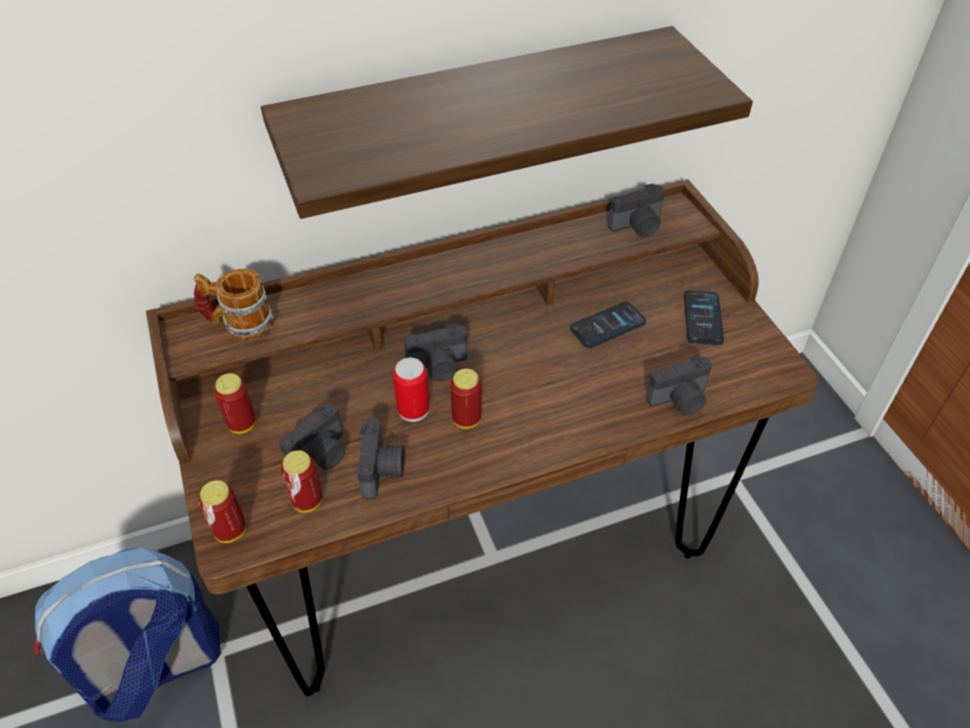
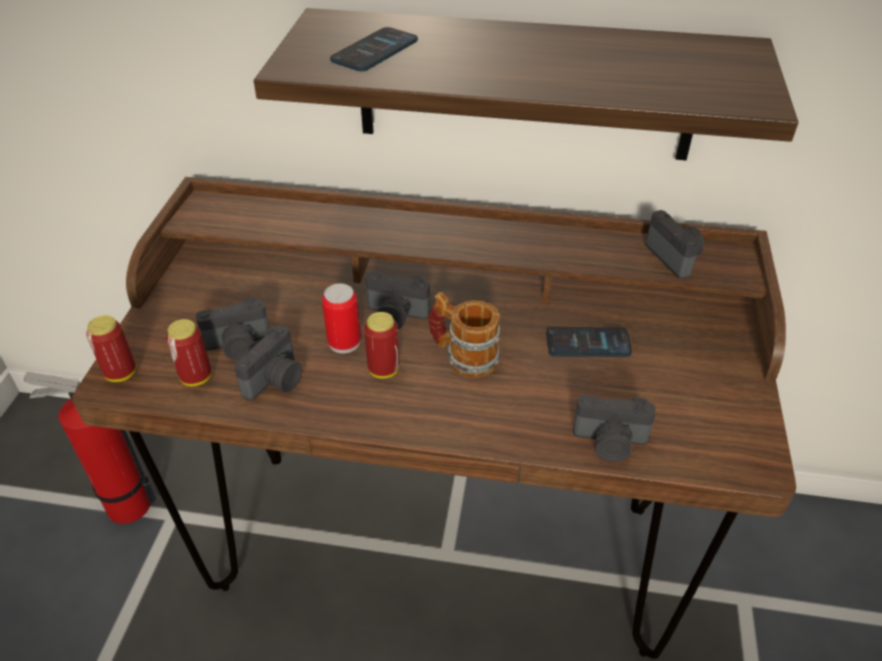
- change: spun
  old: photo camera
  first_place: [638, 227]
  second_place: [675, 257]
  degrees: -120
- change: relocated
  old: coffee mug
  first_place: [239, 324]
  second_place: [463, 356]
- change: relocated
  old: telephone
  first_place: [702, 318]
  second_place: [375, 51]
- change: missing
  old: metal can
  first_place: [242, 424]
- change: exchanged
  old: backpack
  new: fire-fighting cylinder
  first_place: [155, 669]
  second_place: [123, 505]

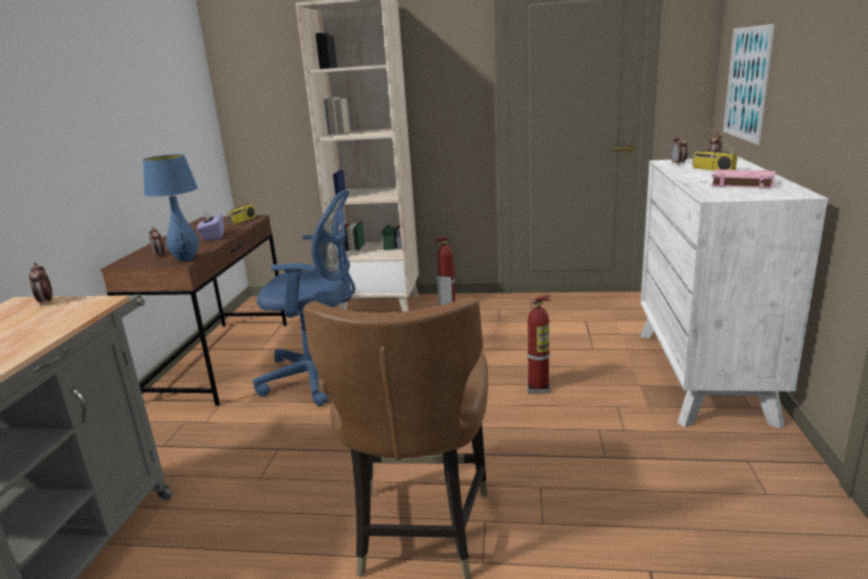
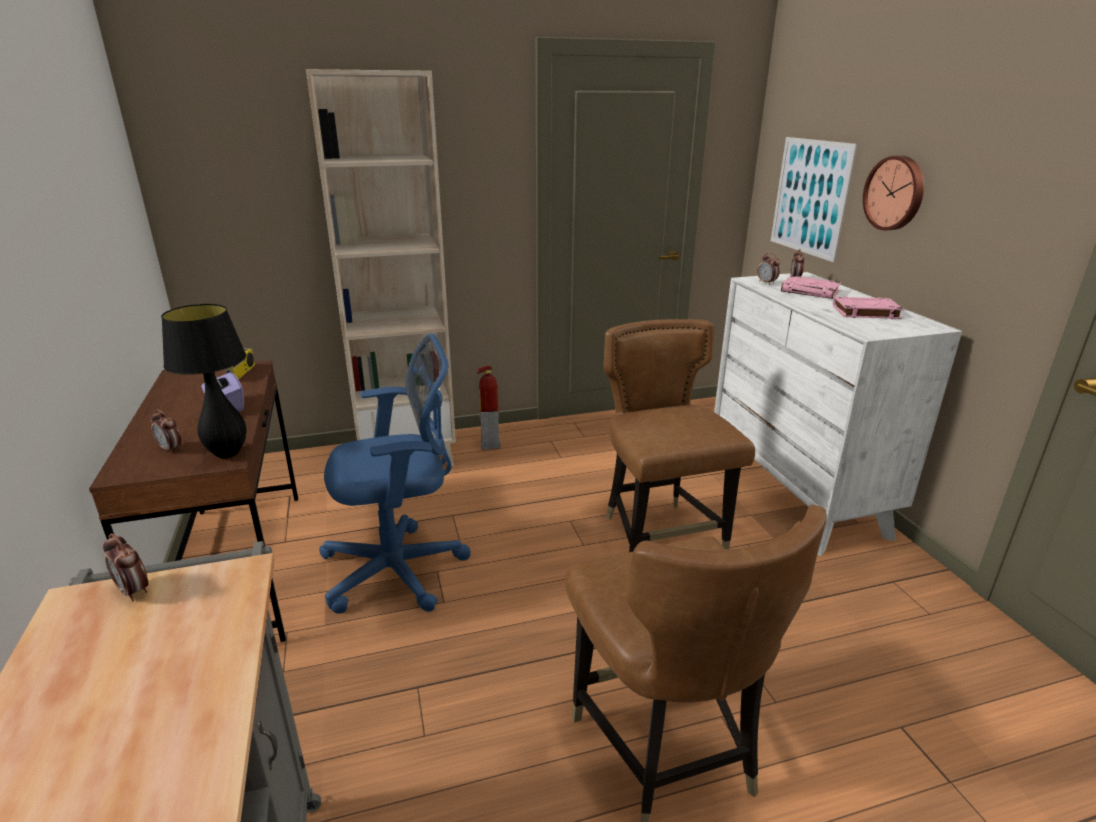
- change: exchanged
  old: radio
  new: pinkish volume
  first_place: [712, 169]
  second_place: [810, 291]
- change: colour
  old: blue-coloured tabletop lamp
  new: black-coloured tabletop lamp
  first_place: [186, 259]
  second_place: [228, 453]
- change: exchanged
  old: fire-fighting cylinder
  new: brown plain chair
  first_place: [539, 388]
  second_place: [661, 536]
- change: appeared
  new: clock on the wall
  second_place: [895, 193]

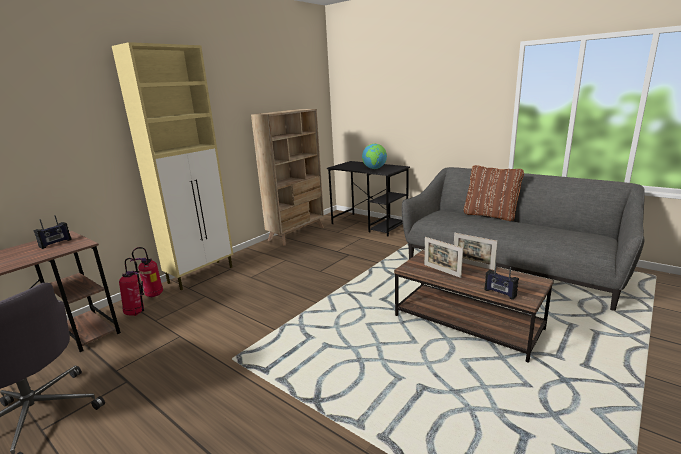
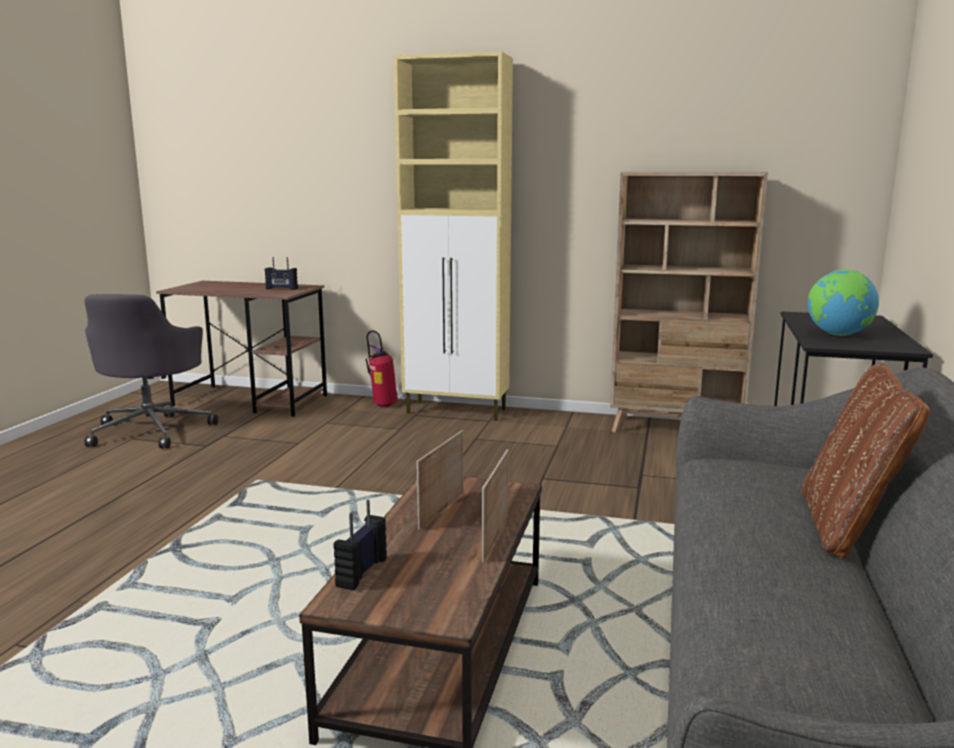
- change: missing
  old: fire-fighting cylinder
  first_place: [137, 313]

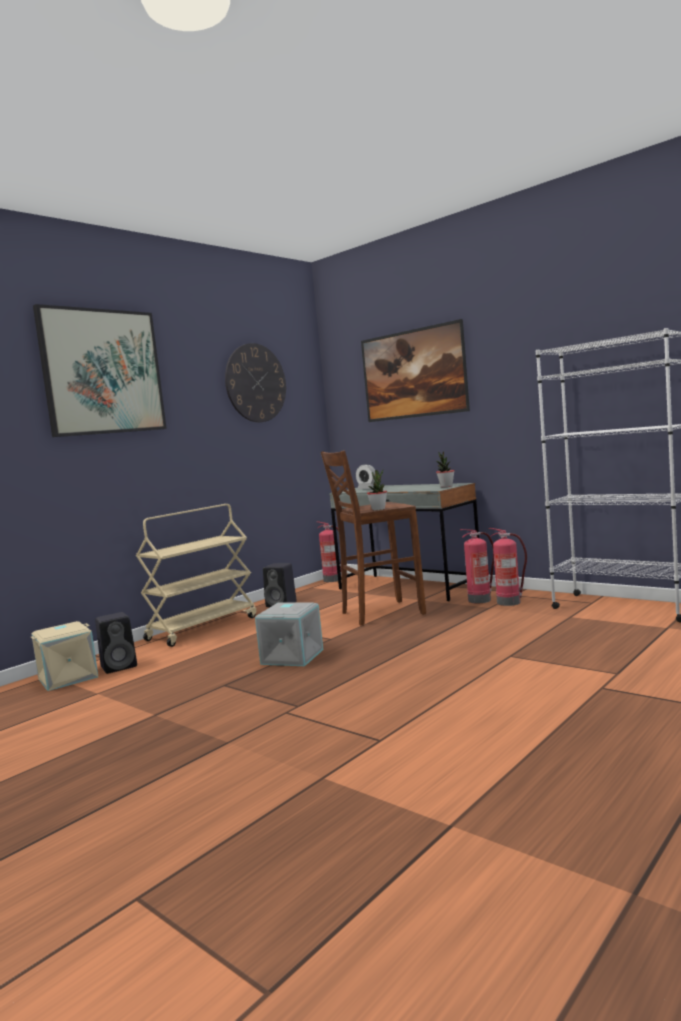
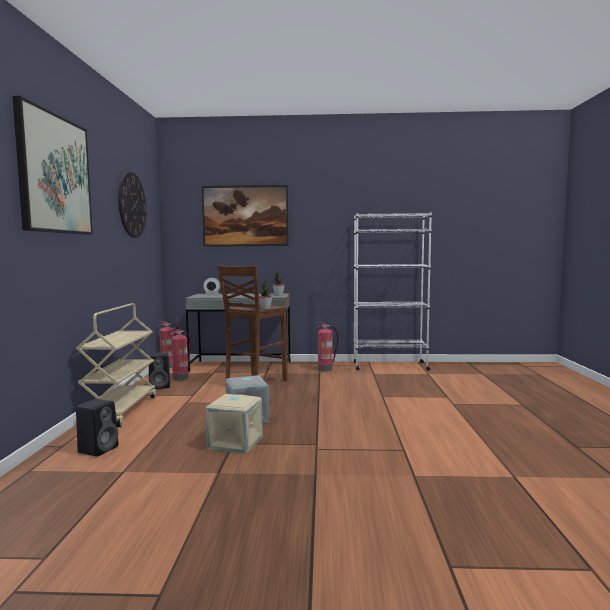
- change: relocated
  old: fire-fighting cylinder
  first_place: [480, 600]
  second_place: [181, 378]
- change: relocated
  old: sand-coloured storage bin
  first_place: [67, 678]
  second_place: [236, 443]

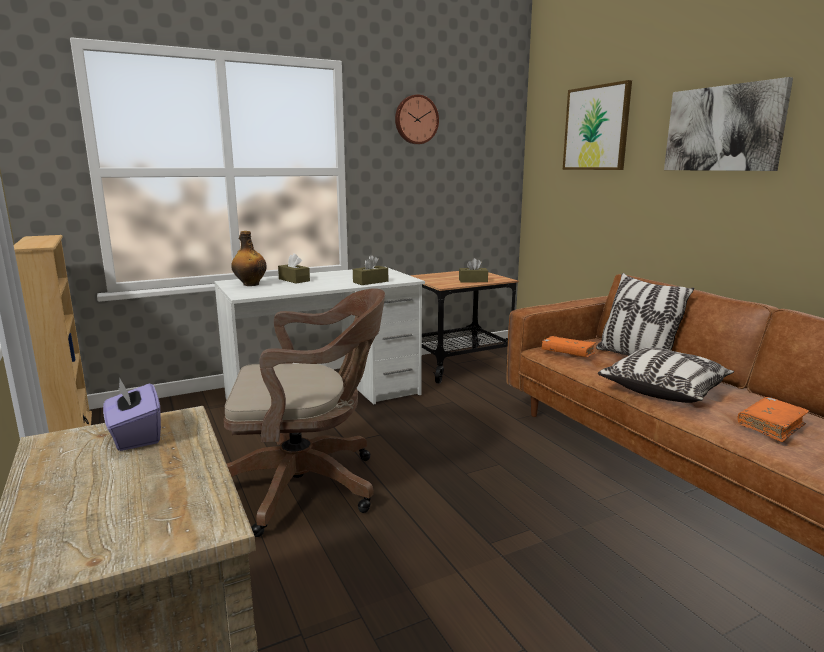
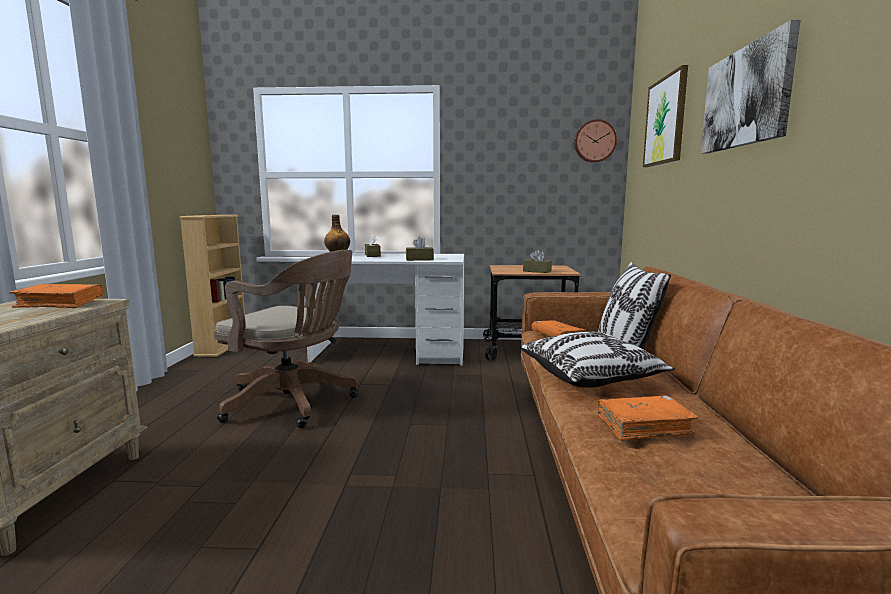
- change: relocated
  old: clock on the wall
  first_place: [416, 119]
  second_place: [594, 141]
- change: exchanged
  old: purplish tissue holder
  new: orangey volume
  first_place: [135, 436]
  second_place: [60, 304]

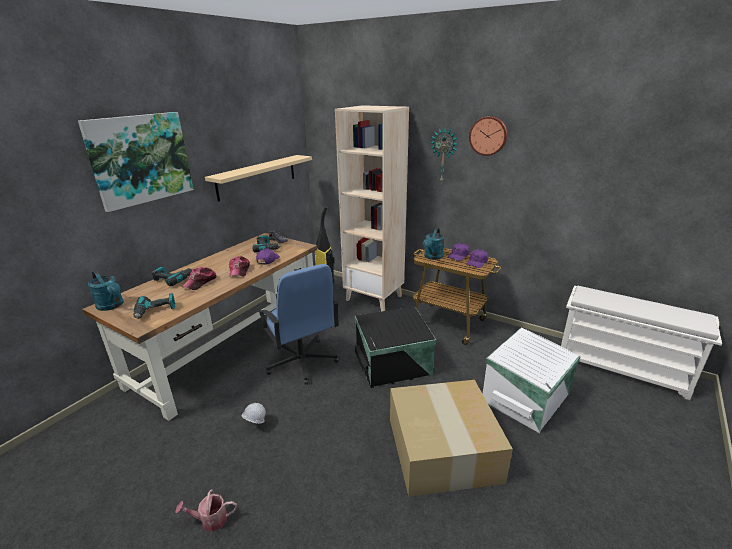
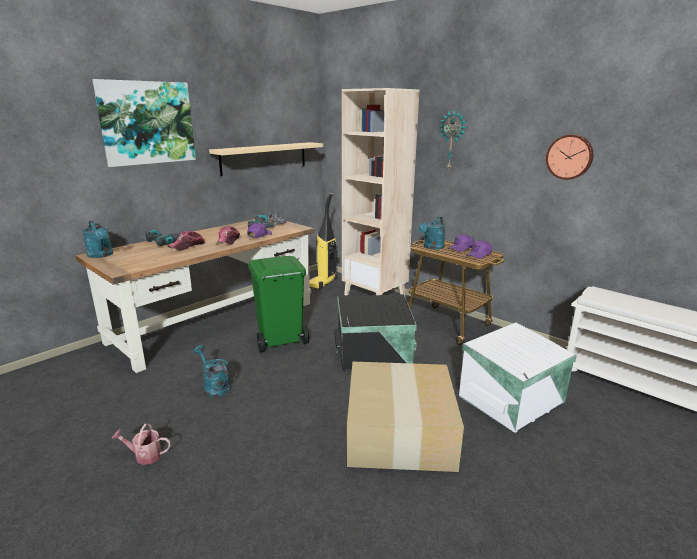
- change: relocated
  old: clock on the wall
  first_place: [488, 136]
  second_place: [569, 157]
- change: exchanged
  old: blue-coloured desk chair
  new: green waste bin
  first_place: [302, 362]
  second_place: [280, 341]
- change: missing
  old: electric drill
  first_place: [155, 311]
- change: exchanged
  old: white-coloured safety helmet
  new: blue-green watering pot
  first_place: [255, 425]
  second_place: [214, 387]

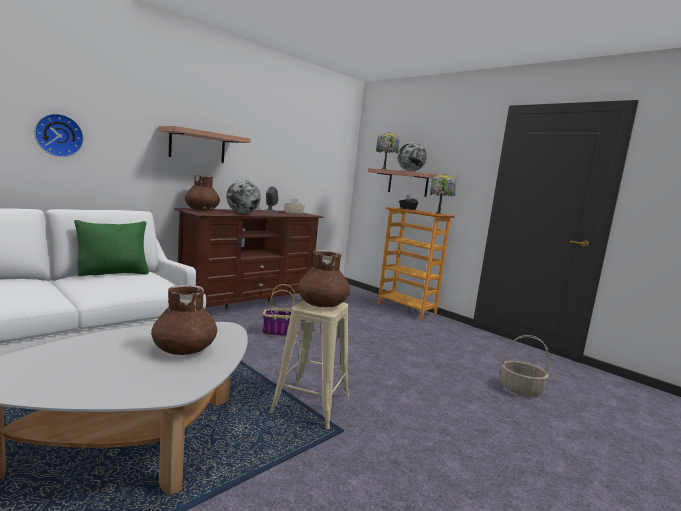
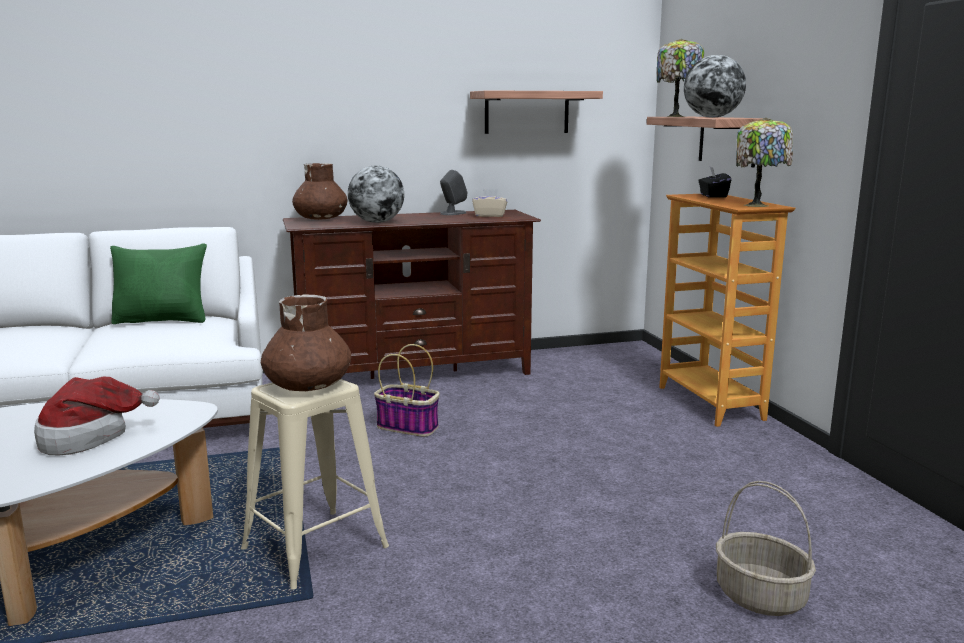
- change: missing
  old: clock on the wall
  first_place: [58, 135]
- change: relocated
  old: wall shelf
  first_place: [197, 146]
  second_place: [527, 112]
- change: exchanged
  old: brown vase
  new: clothing hat
  first_place: [184, 349]
  second_place: [90, 437]

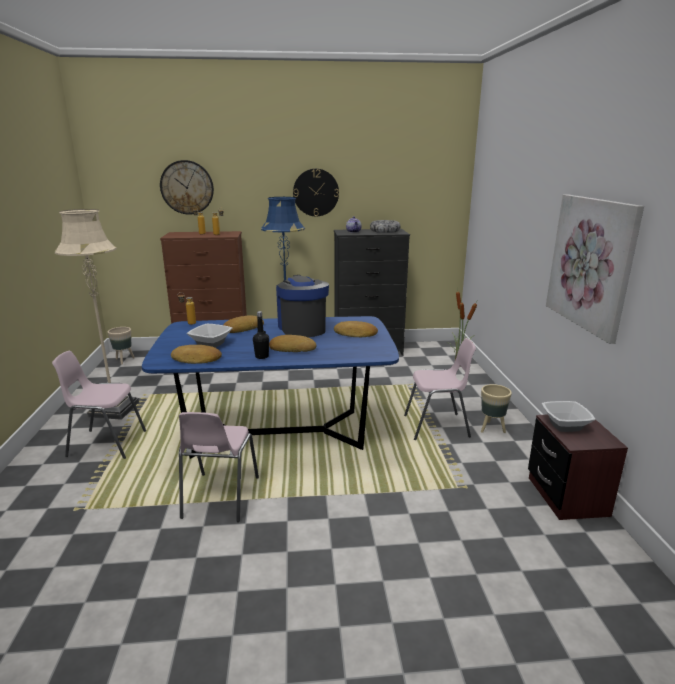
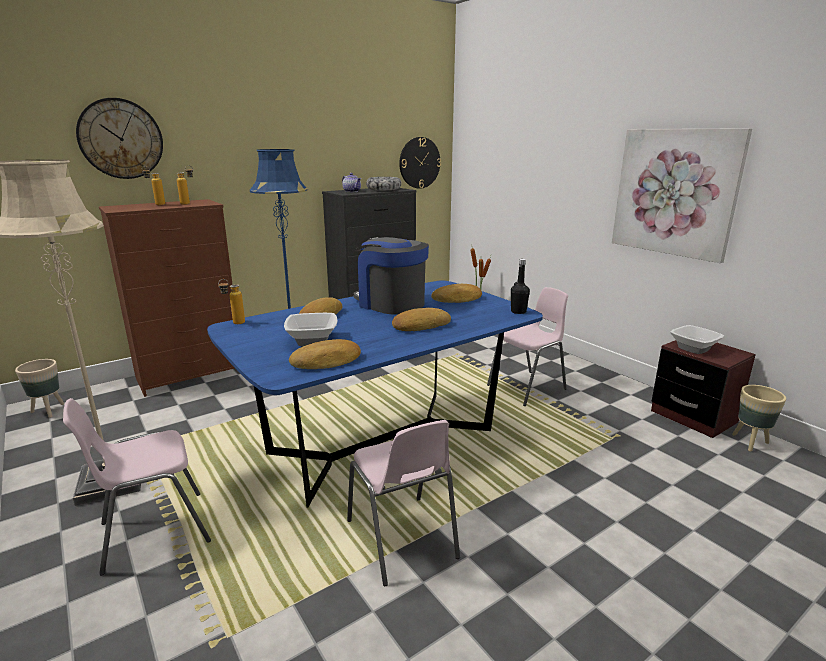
- change: relocated
  old: clock on the wall
  first_place: [316, 192]
  second_place: [419, 163]
- change: relocated
  old: black-coloured bottle
  first_place: [262, 356]
  second_place: [518, 311]
- change: relocated
  old: sand-coloured flower pot
  first_place: [491, 429]
  second_place: [750, 442]

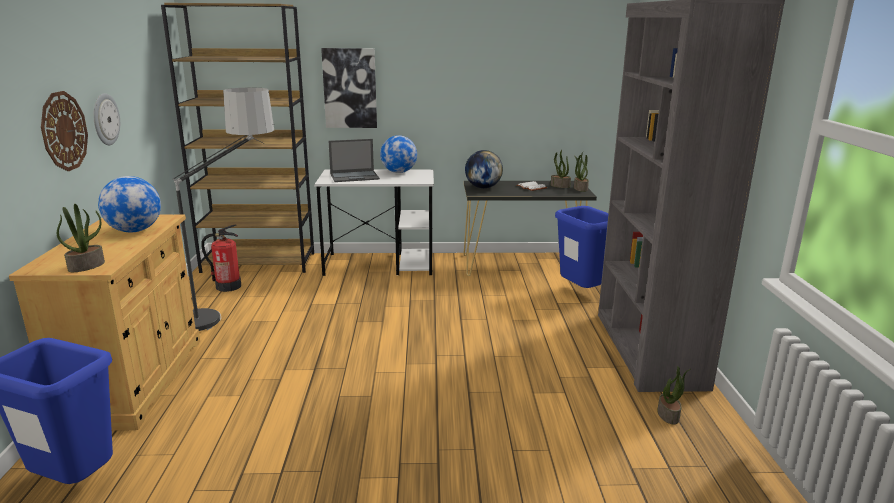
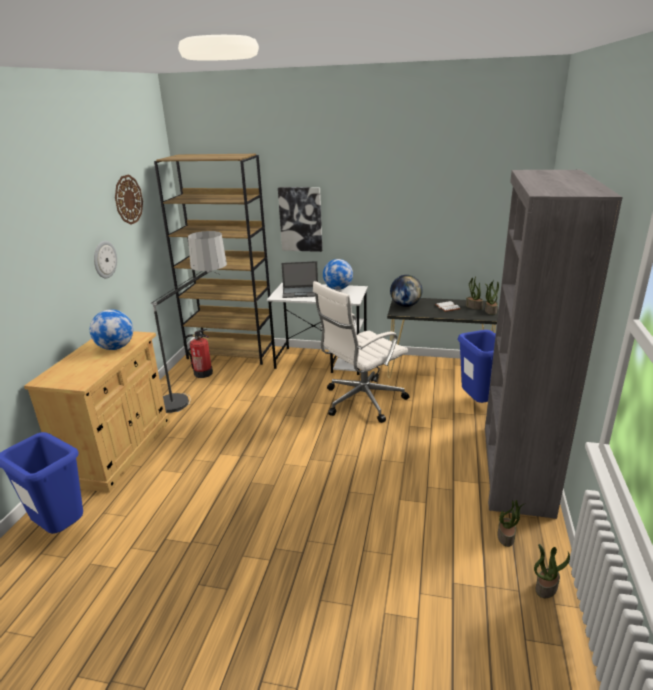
- change: relocated
  old: clock on the wall
  first_place: [64, 131]
  second_place: [128, 199]
- change: relocated
  old: potted plant
  first_place: [86, 266]
  second_place: [546, 587]
- change: appeared
  new: white-coloured desk chair
  second_place: [361, 401]

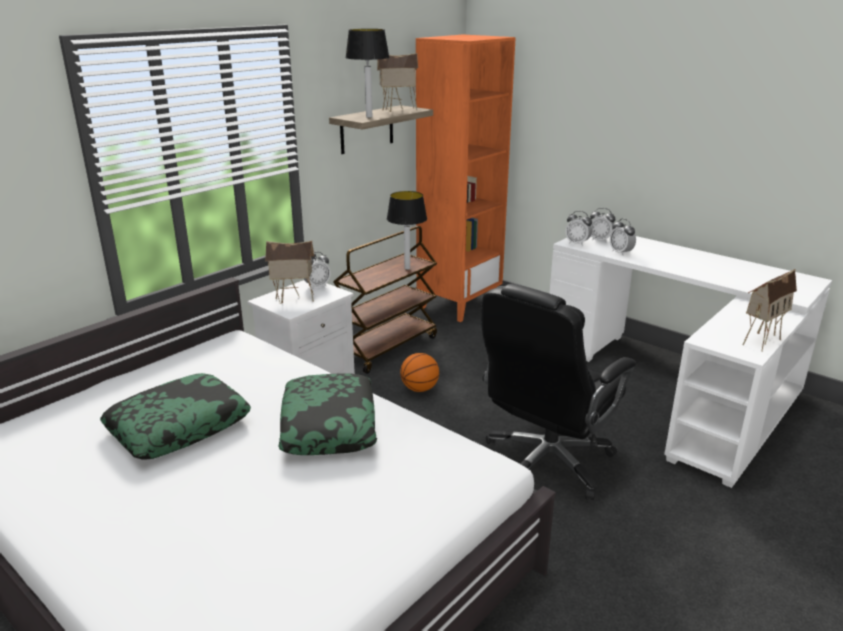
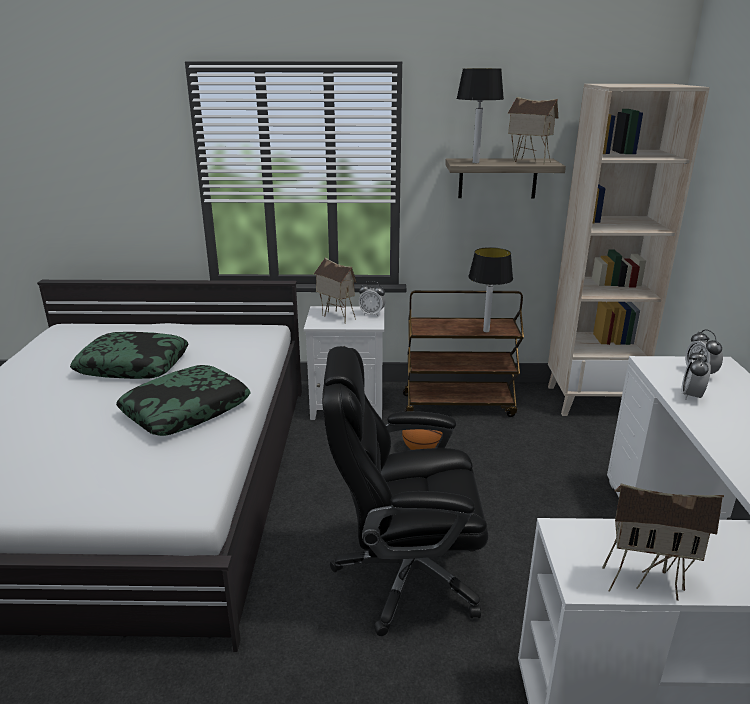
- change: colour
  old: orangey shelving unit
  new: sand-coloured shelving unit
  first_place: [459, 304]
  second_place: [591, 400]
- change: missing
  old: table clock
  first_place: [577, 243]

